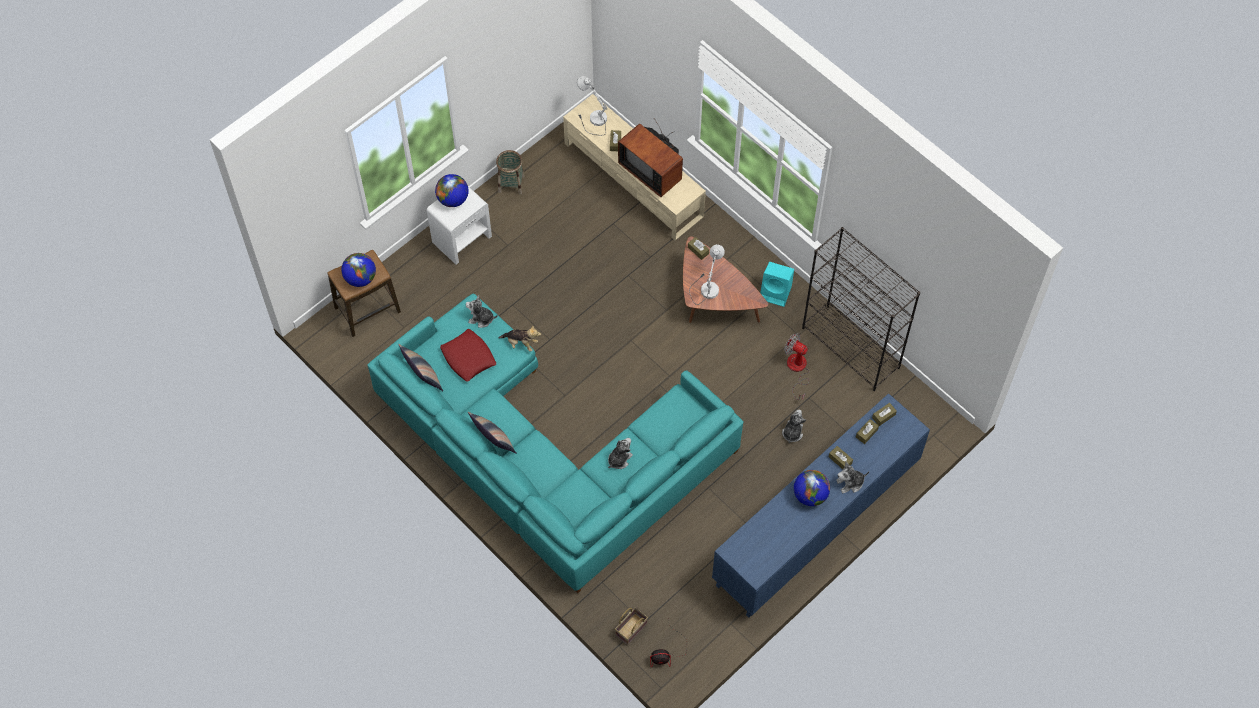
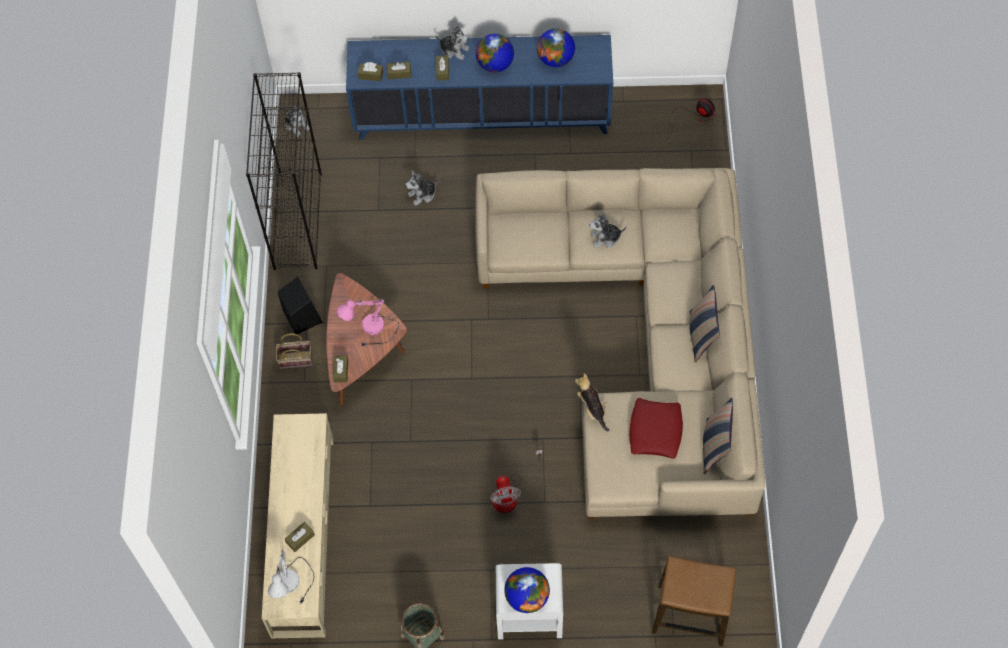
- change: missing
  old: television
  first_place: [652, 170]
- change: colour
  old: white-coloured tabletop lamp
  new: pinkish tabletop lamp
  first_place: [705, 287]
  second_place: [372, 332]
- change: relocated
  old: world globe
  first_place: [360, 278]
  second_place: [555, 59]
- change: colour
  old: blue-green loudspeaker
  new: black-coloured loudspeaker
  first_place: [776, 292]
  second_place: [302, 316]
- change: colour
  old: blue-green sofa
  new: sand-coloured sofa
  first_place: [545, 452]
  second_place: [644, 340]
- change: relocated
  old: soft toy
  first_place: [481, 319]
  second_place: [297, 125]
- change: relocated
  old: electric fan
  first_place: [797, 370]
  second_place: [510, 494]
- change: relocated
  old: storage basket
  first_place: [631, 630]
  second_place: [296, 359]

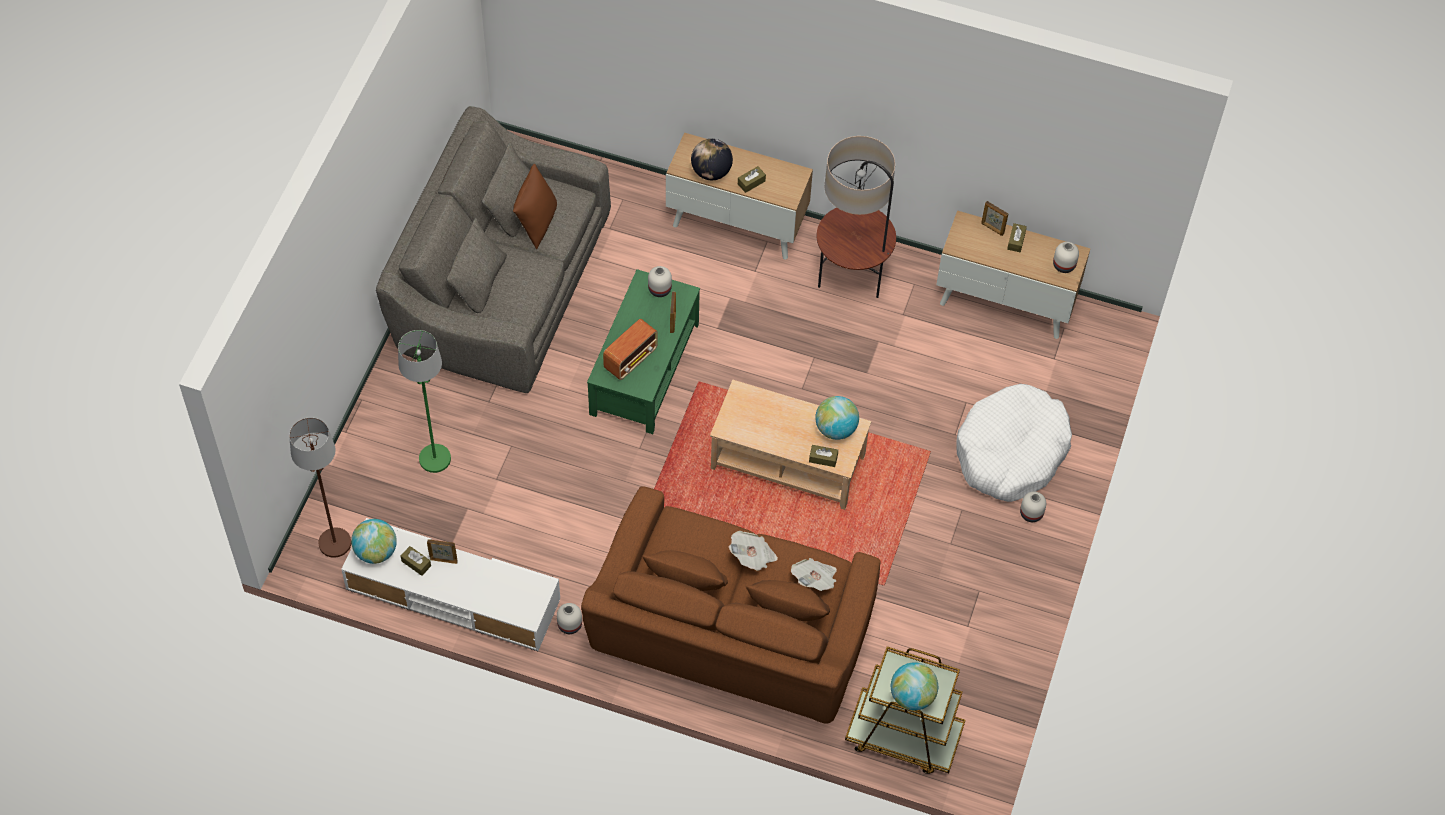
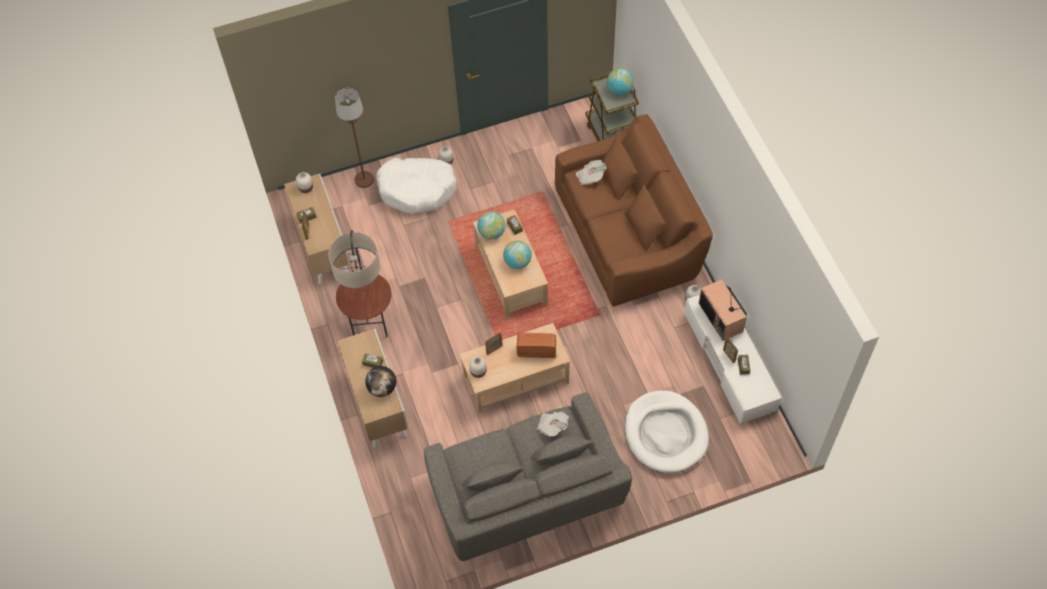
- change: missing
  old: brown cushion
  first_place: [536, 223]
- change: colour
  old: green lounge table
  new: sand-coloured lounge table
  first_place: [643, 368]
  second_place: [516, 379]
- change: exchanged
  old: green standard lamp
  new: white-coloured pet bed
  first_place: [435, 459]
  second_place: [665, 433]
- change: relocated
  old: brown standard lamp
  first_place: [335, 542]
  second_place: [364, 180]
- change: relocated
  old: world globe
  first_place: [376, 551]
  second_place: [517, 262]
- change: relocated
  old: printed paper
  first_place: [752, 557]
  second_place: [552, 426]
- change: appeared
  new: television
  second_place: [722, 317]

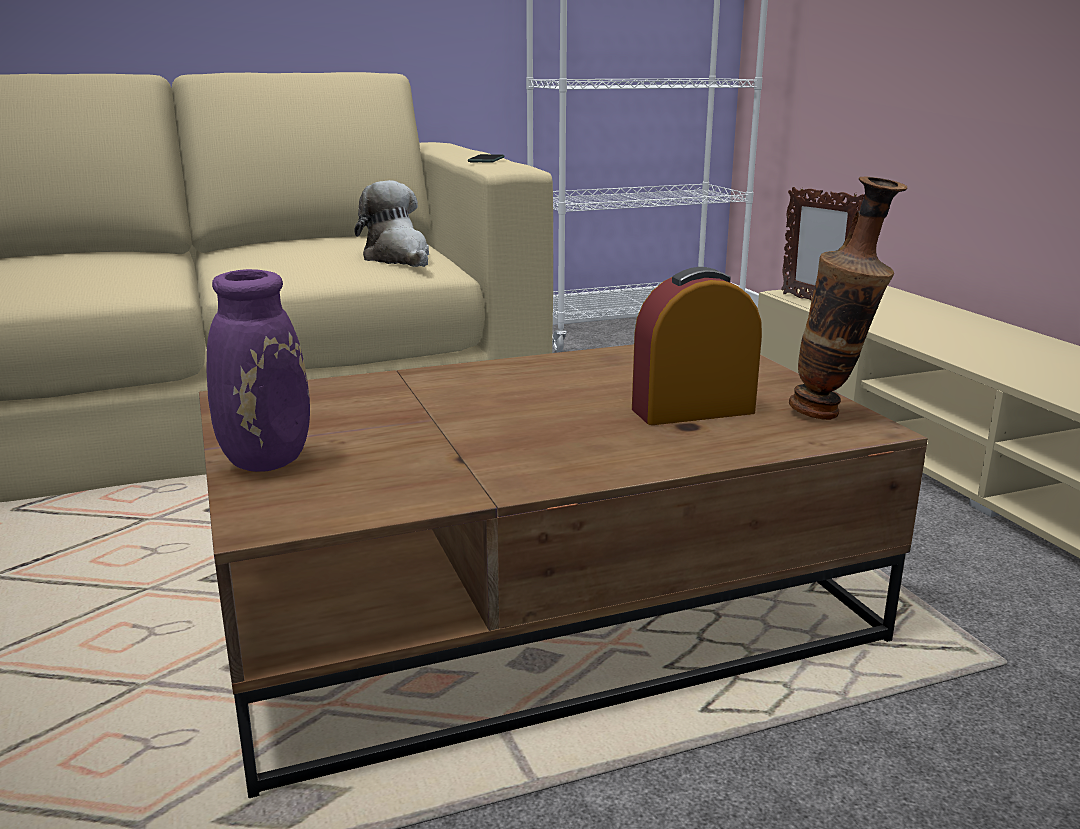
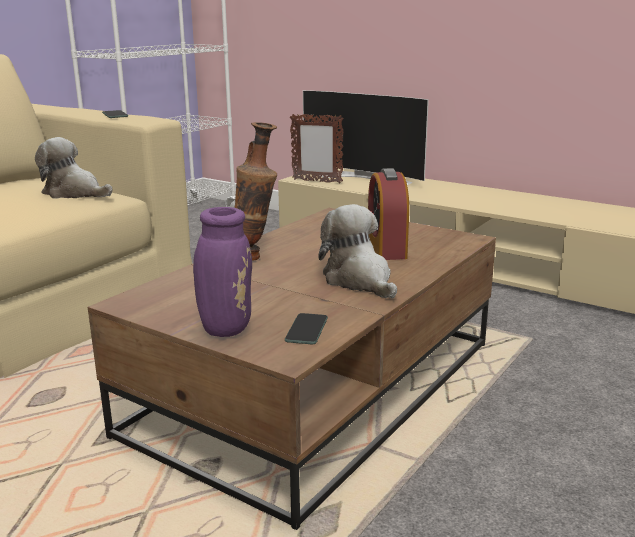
- change: relocated
  old: vase
  first_place: [830, 416]
  second_place: [256, 258]
- change: spun
  old: table clock
  first_place: [693, 411]
  second_place: [386, 248]
  degrees: -45
- change: appeared
  new: television
  second_place: [366, 178]
- change: appeared
  new: soft toy
  second_place: [359, 280]
- change: appeared
  new: telephone
  second_place: [306, 329]

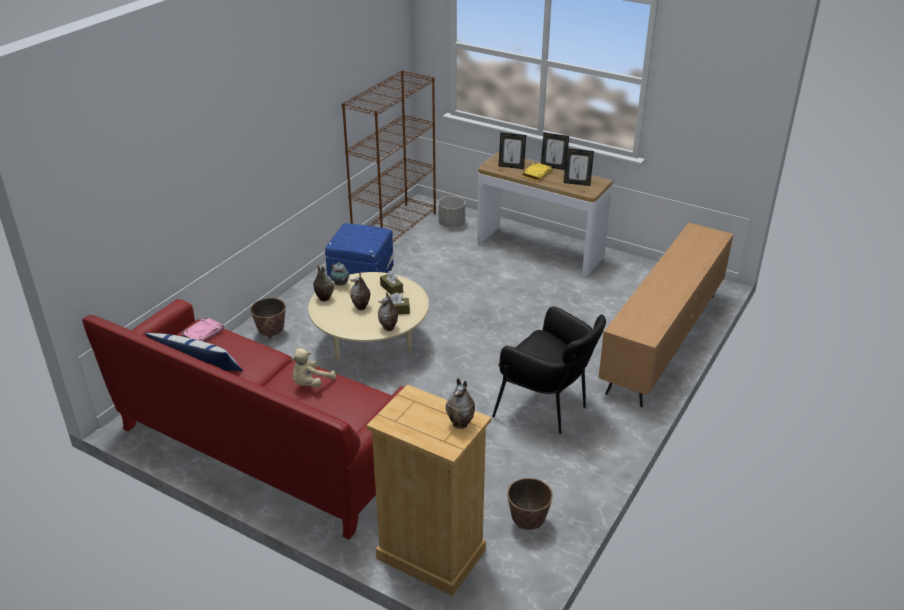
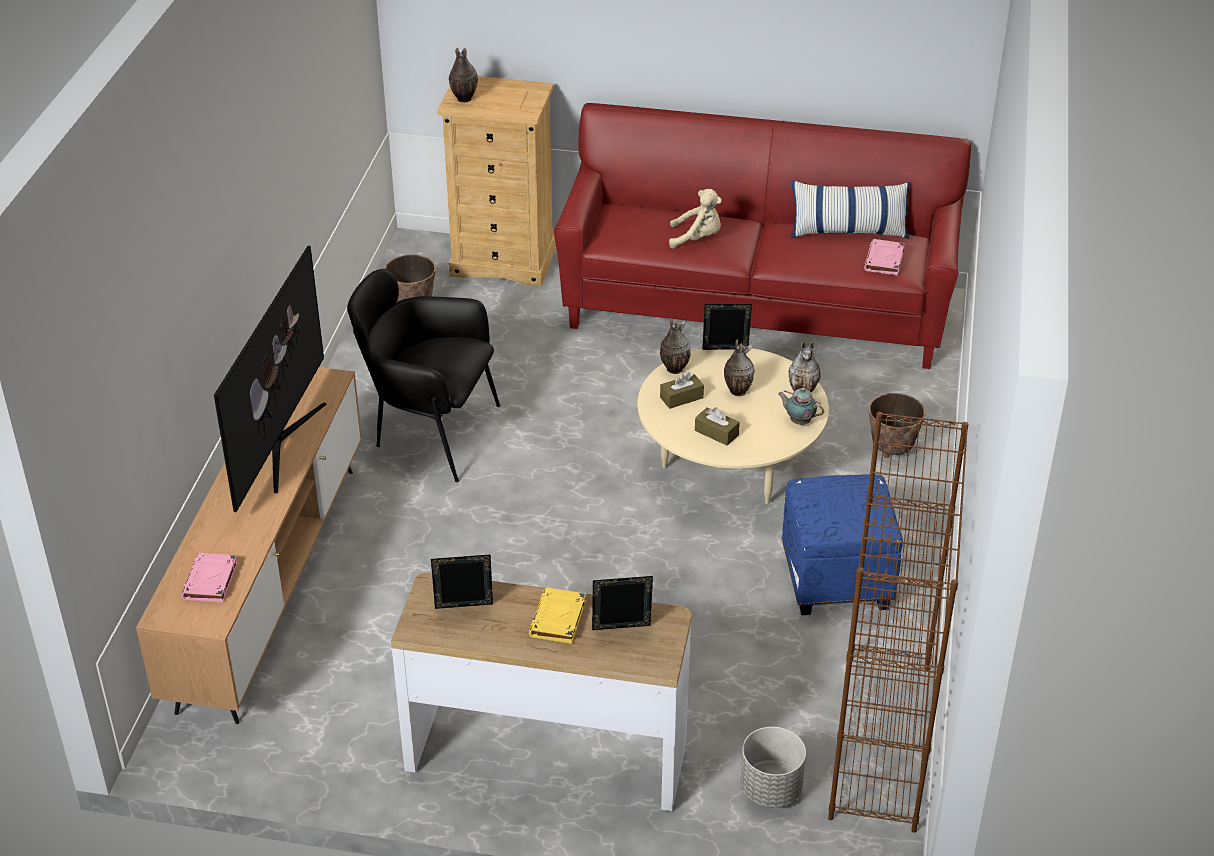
- change: relocated
  old: photo frame
  first_place: [553, 167]
  second_place: [725, 351]
- change: spun
  old: sand-coloured soft toy
  first_place: [311, 383]
  second_place: [697, 238]
  degrees: 75
- change: appeared
  new: television
  second_place: [279, 444]
- change: appeared
  new: pinkish volume
  second_place: [210, 582]

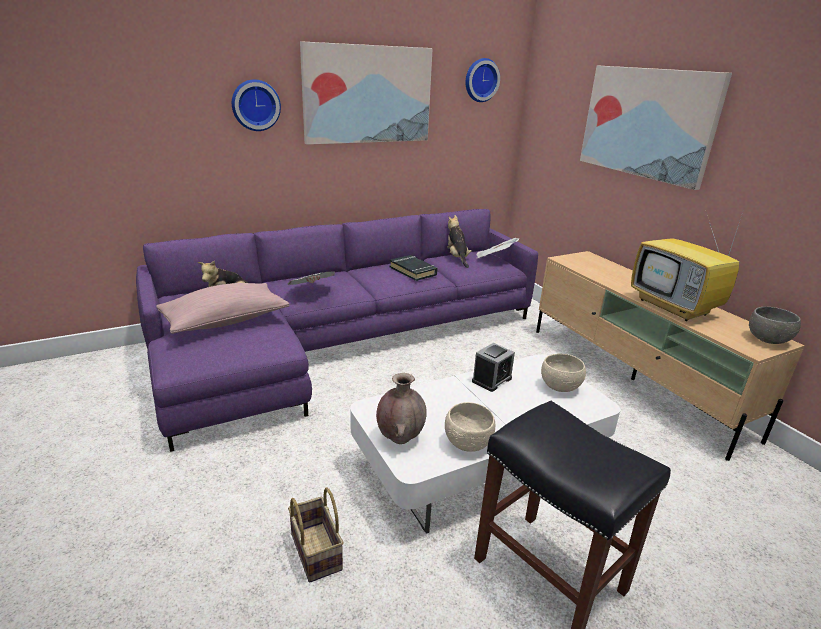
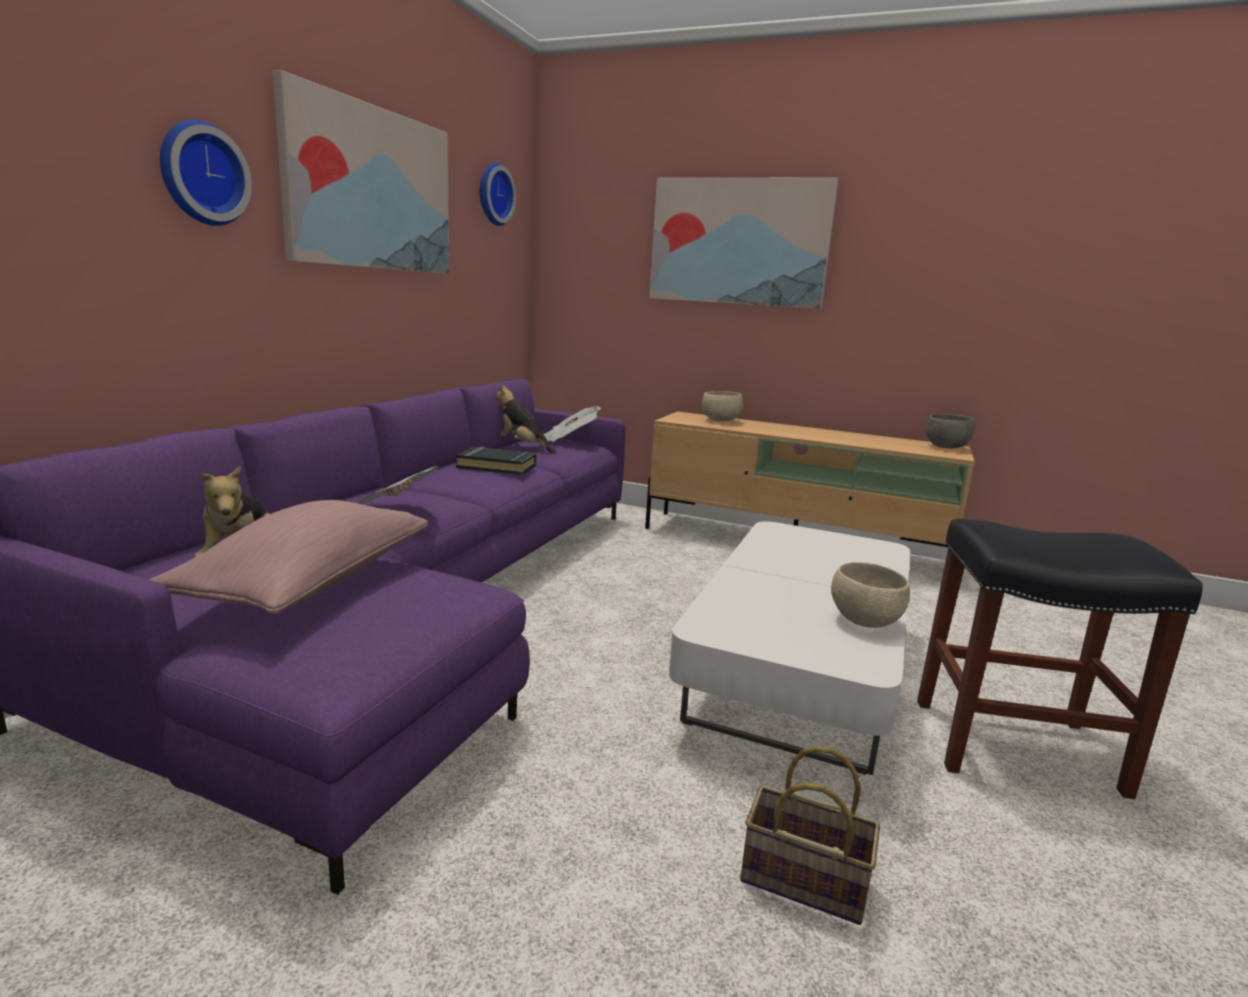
- change: missing
  old: television
  first_place: [675, 307]
- change: missing
  old: table clock
  first_place: [491, 380]
- change: relocated
  old: sand-coloured deep dish
  first_place: [560, 387]
  second_place: [720, 421]
- change: missing
  old: brown vase
  first_place: [400, 437]

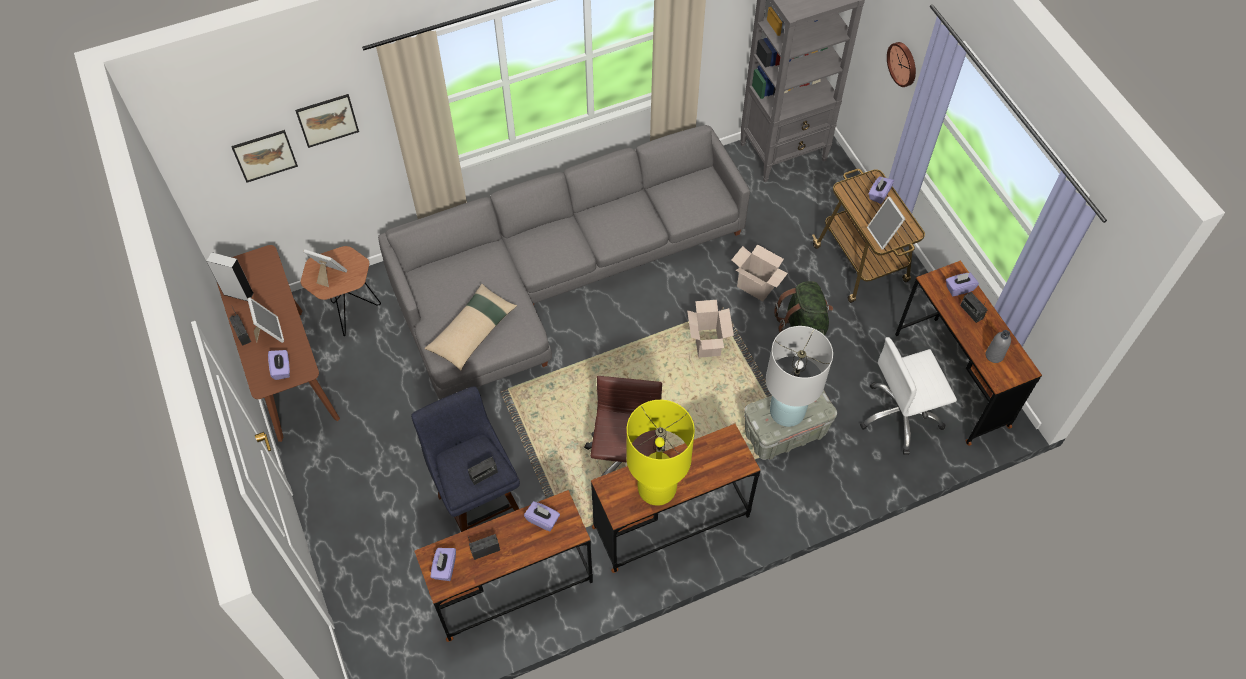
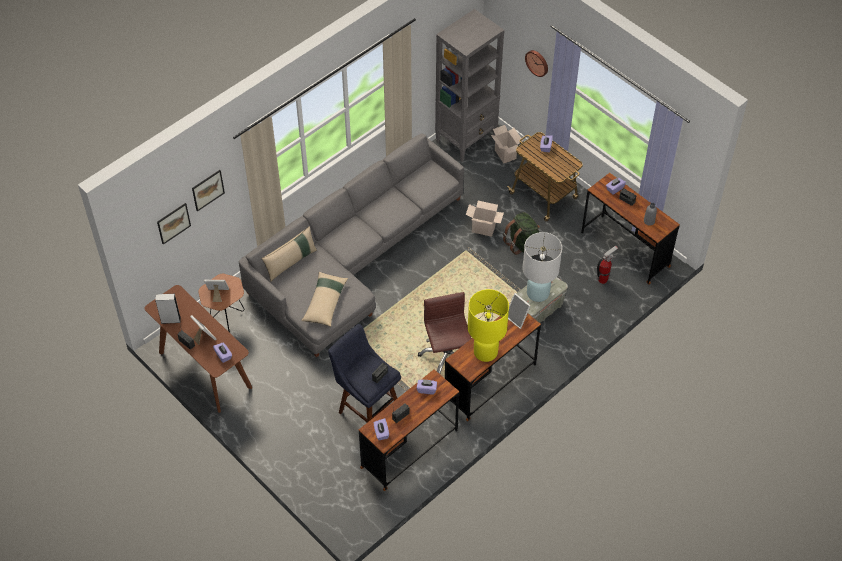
- change: relocated
  old: photo frame
  first_place: [883, 235]
  second_place: [518, 318]
- change: relocated
  old: cardboard box
  first_place: [708, 344]
  second_place: [506, 154]
- change: exchanged
  old: white-coloured desk chair
  new: fire-fighting cylinder
  first_place: [900, 416]
  second_place: [603, 280]
- change: appeared
  new: sand-coloured cushion
  second_place: [291, 262]

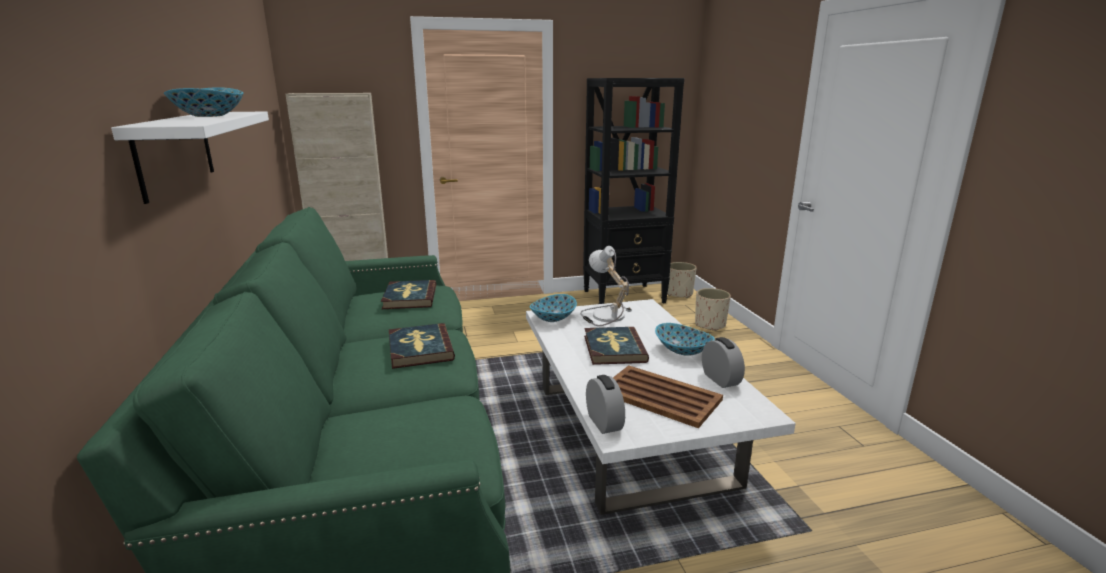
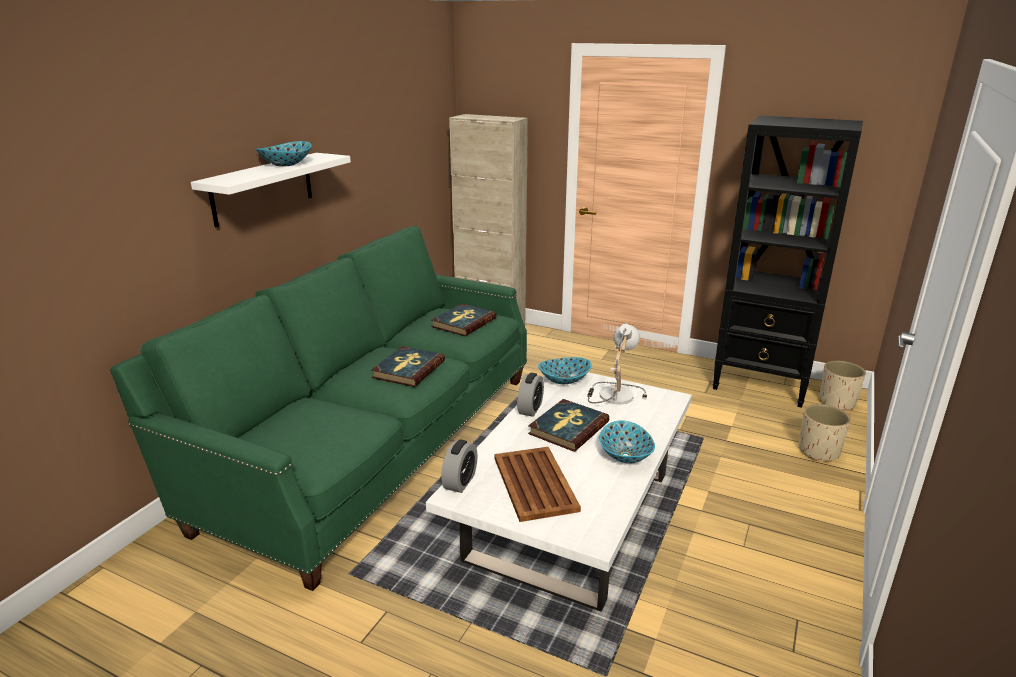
- change: relocated
  old: table clock
  first_place: [720, 379]
  second_place: [530, 409]

